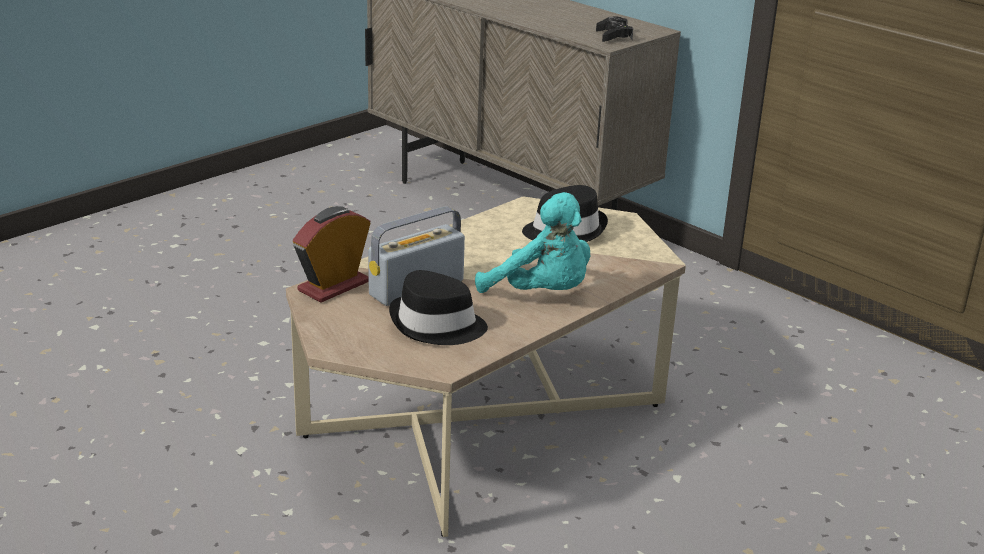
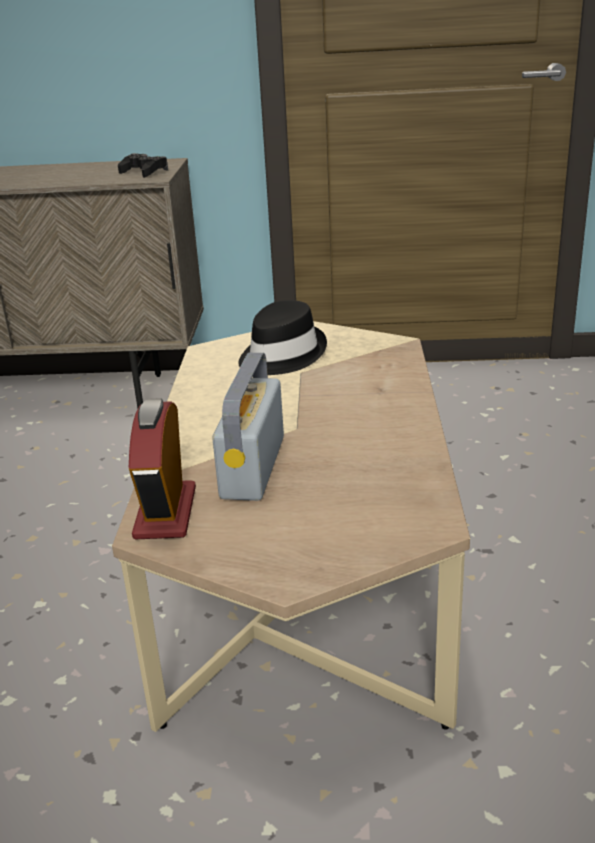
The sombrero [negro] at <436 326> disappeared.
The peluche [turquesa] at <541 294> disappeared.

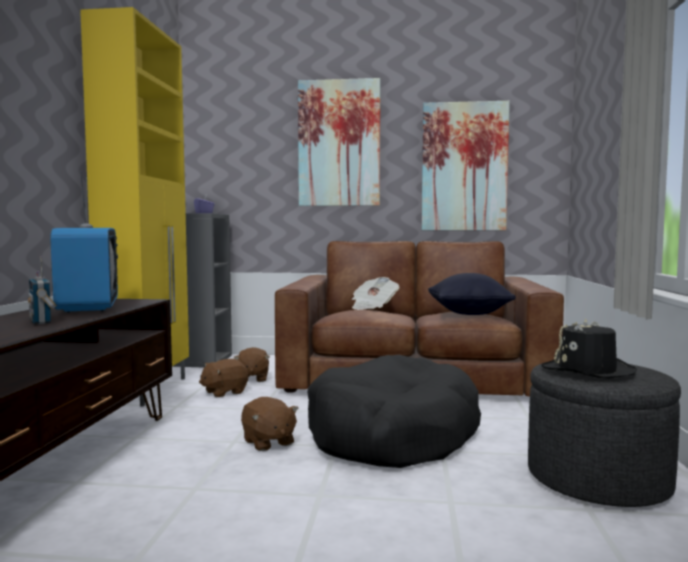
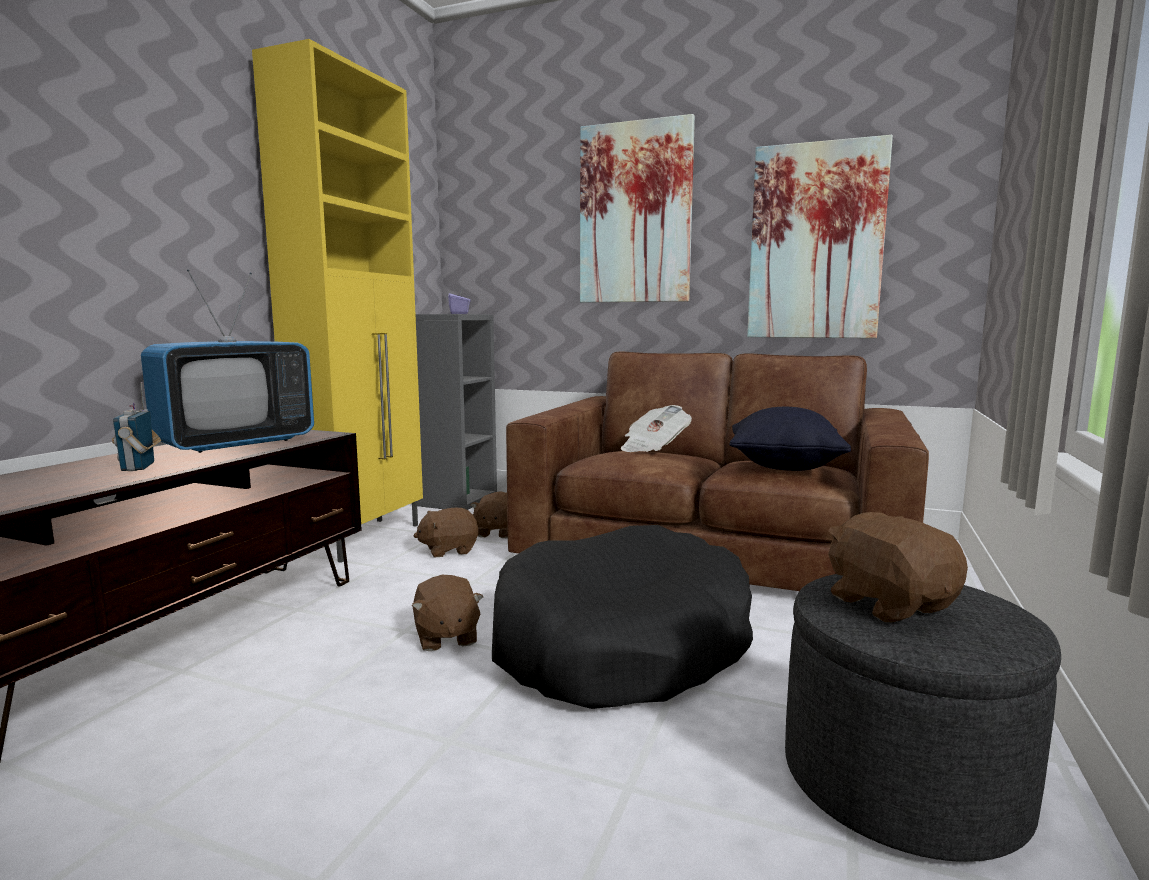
The televisor at <88 307> turned 45 degrees clockwise.
The sombrero [negro] at <587 370> was replaced by the peluche [marrón] at <889 604>.

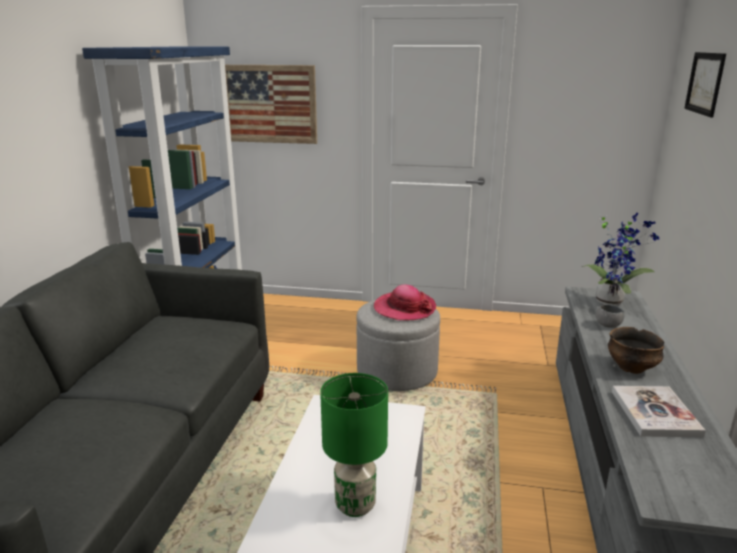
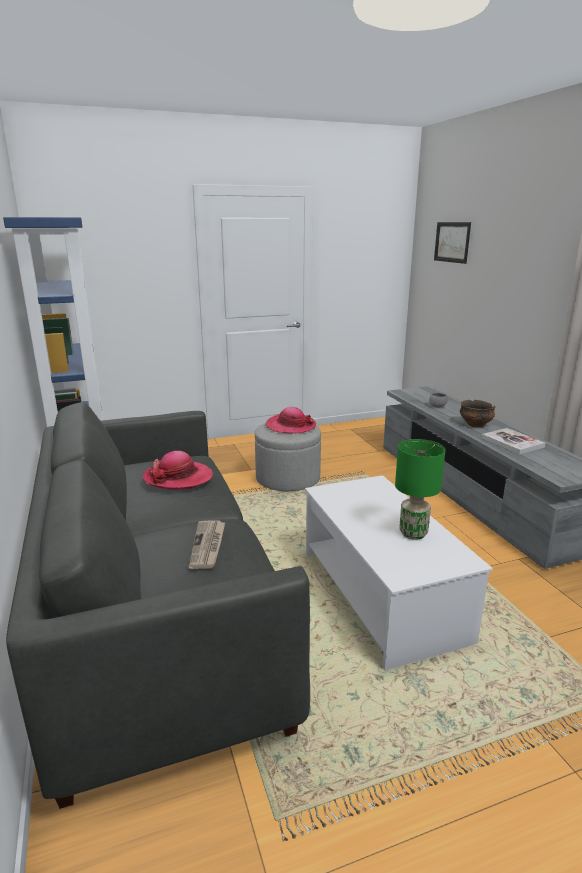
The sombrero at <178 478> appeared.
The periódico at <208 546> appeared.
The cuadro at <269 104> disappeared.
The planta en maceta at <611 301> disappeared.

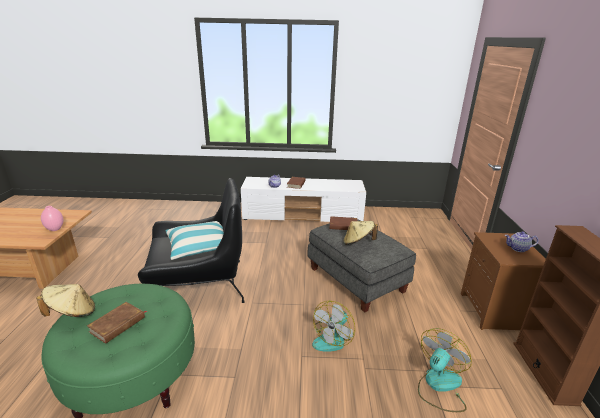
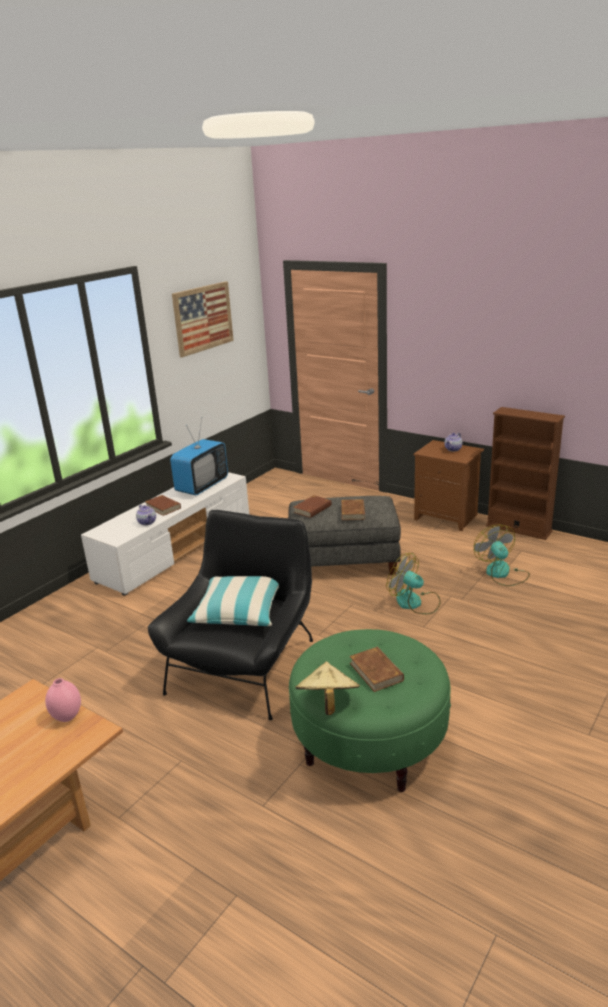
The televisor at <202 486> appeared.
The cuadro at <203 318> appeared.
The sombrero [beis] at <358 242> was replaced by the libro [marrón] at <353 512>.
The ventilador at <333 338> turned 150 degrees clockwise.

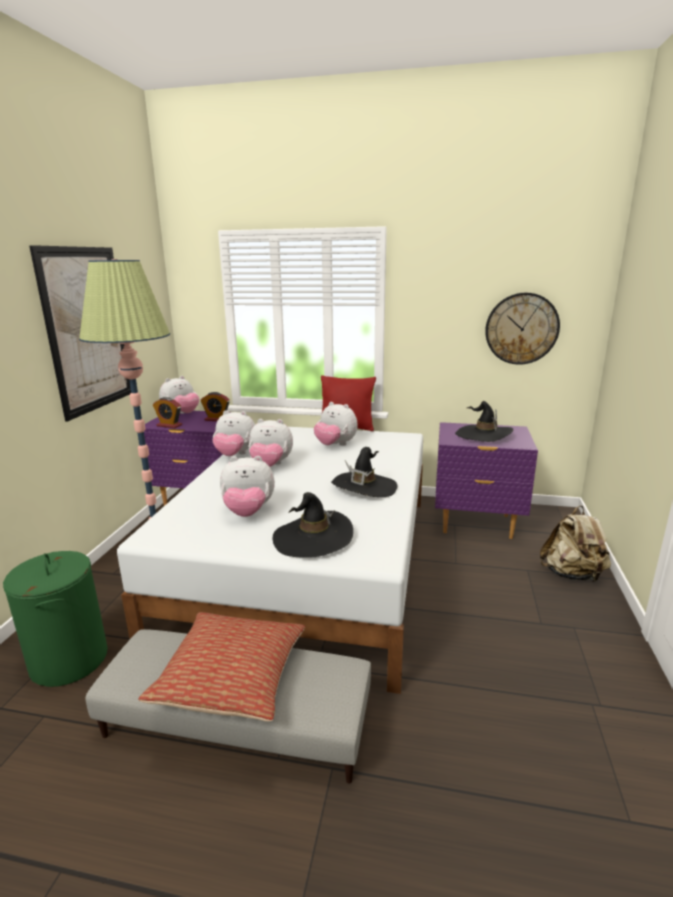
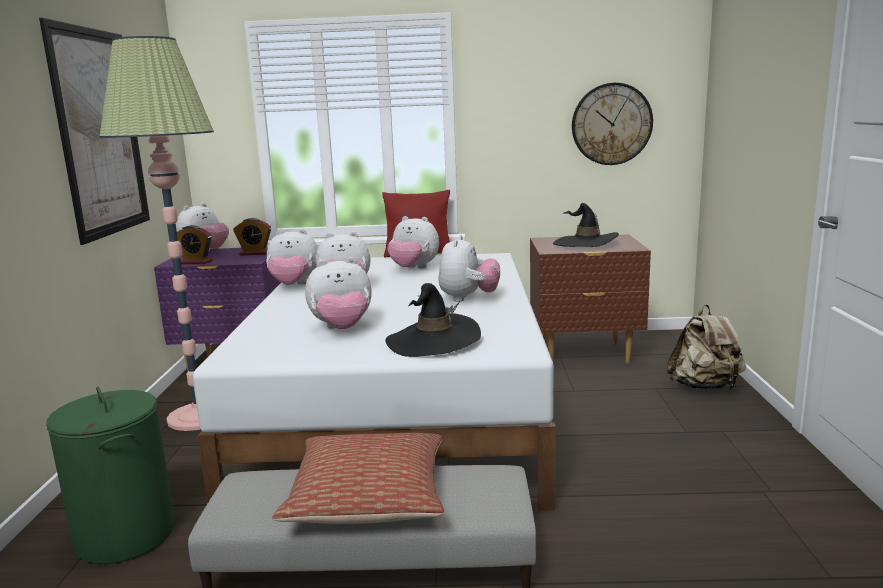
The sombrero [negro] at <364 487> was replaced by the peluche at <468 298>.
The mesita de noche [morado] at <476 524> became the mesita de noche [marrón] at <584 354>.

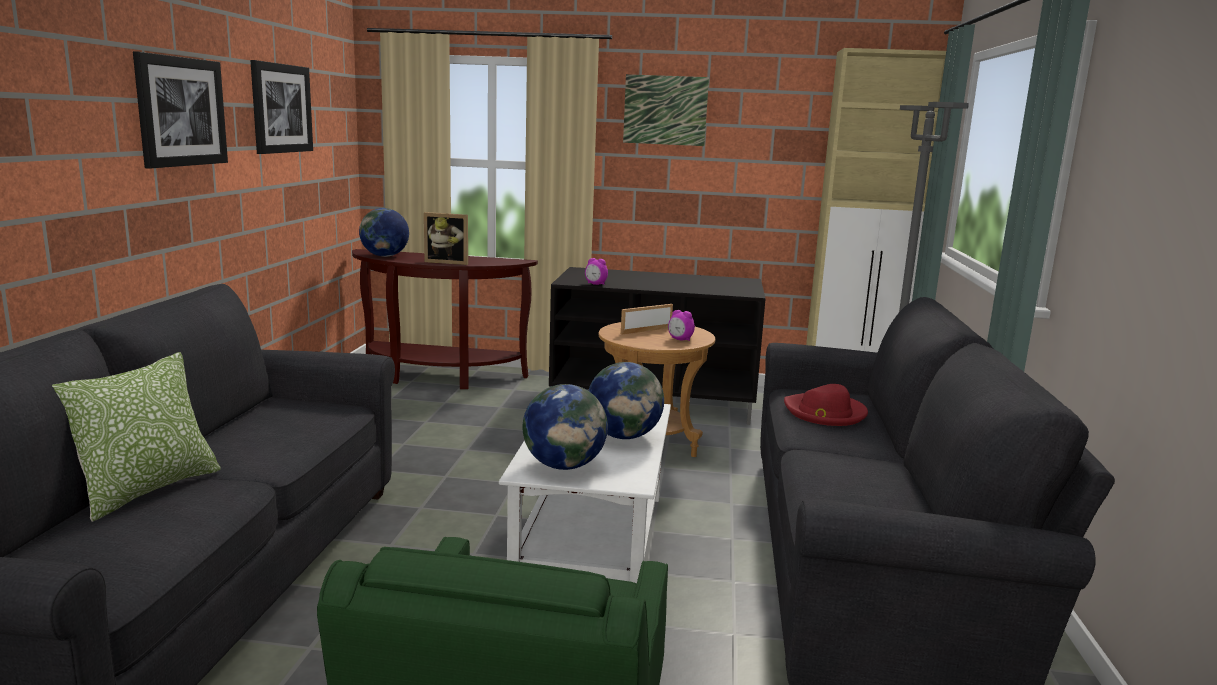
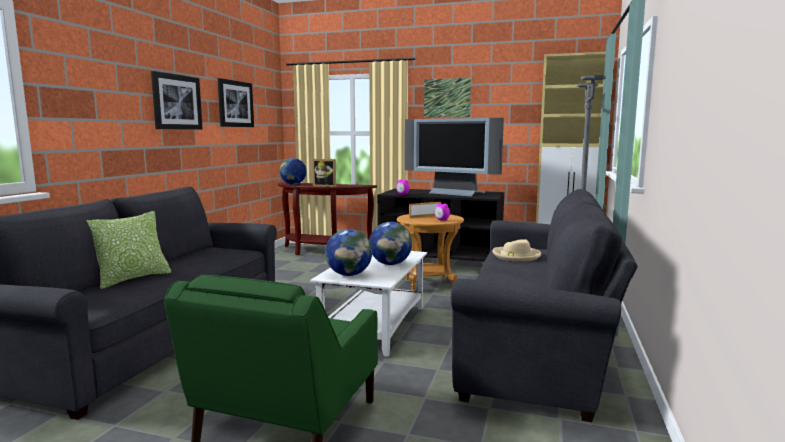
The televisor at <455 193> appeared.
The sombrero [rojo] at <825 413> became the sombrero [beis] at <516 256>.

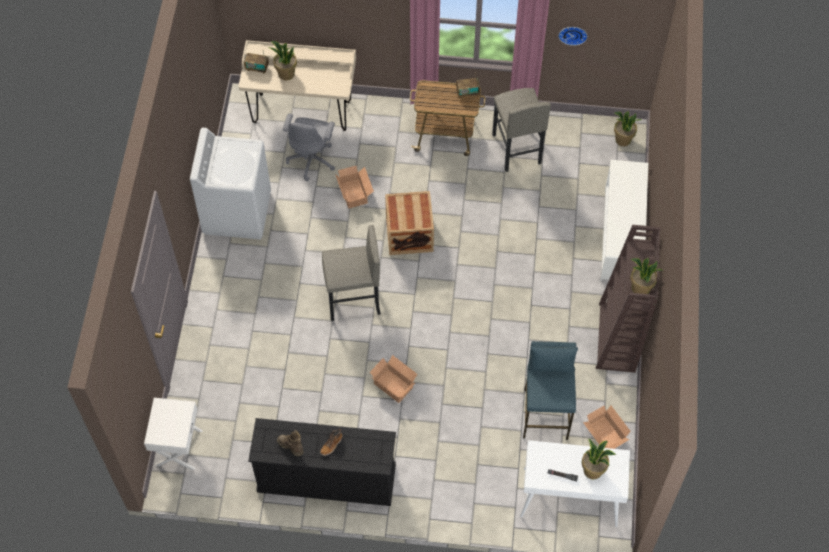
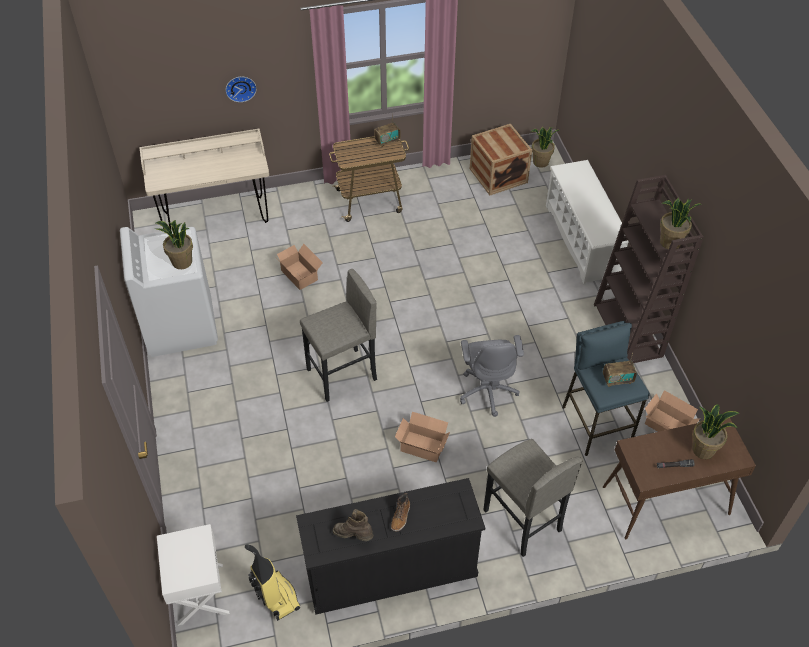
The planta en maceta moved from <286 74> to <182 262>.
The reloj de pared moved from <573 34> to <240 87>.
The aspiradora at <276 596> appeared.
The silla de oficina [gris] moved from <312 159> to <488 390>.
The caja de embalaje moved from <409 234> to <498 175>.
The taburete [gris] moved from <516 149> to <522 520>.
The radio moved from <257 68> to <617 380>.
The mesa consola [blanco] at <569 497> became the mesa consola [marrón] at <665 501>.

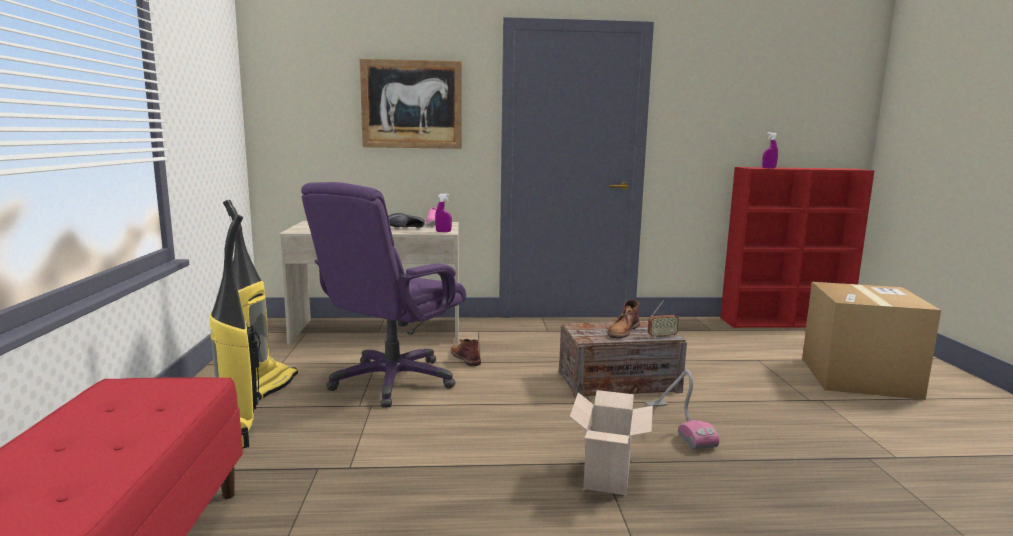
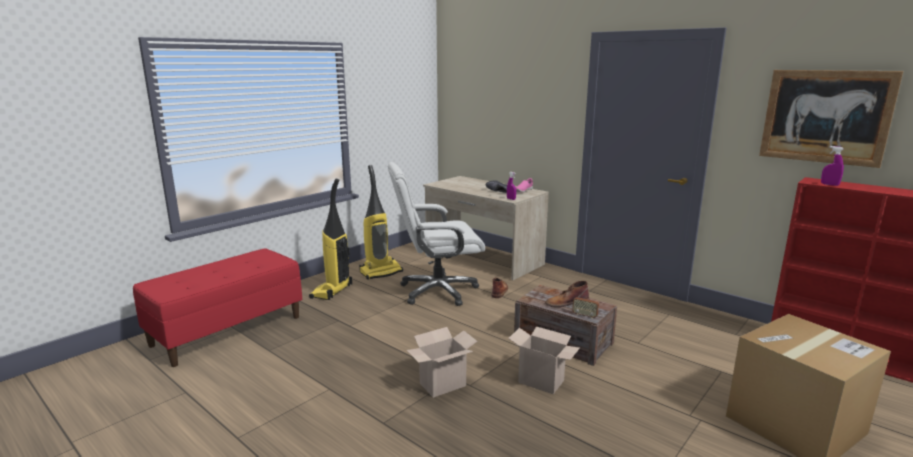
The silla de oficina [morado] at <392 381> became the silla de oficina [blanco] at <437 291>.
The aspiradora at <678 425> was replaced by the caja de cartón at <542 381>.
The cuadro moved from <411 104> to <825 116>.

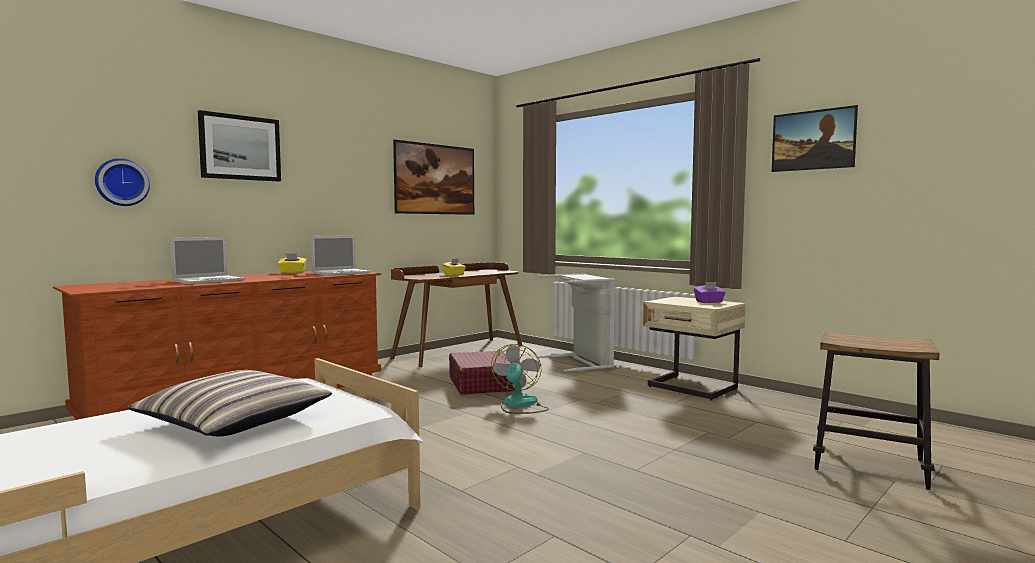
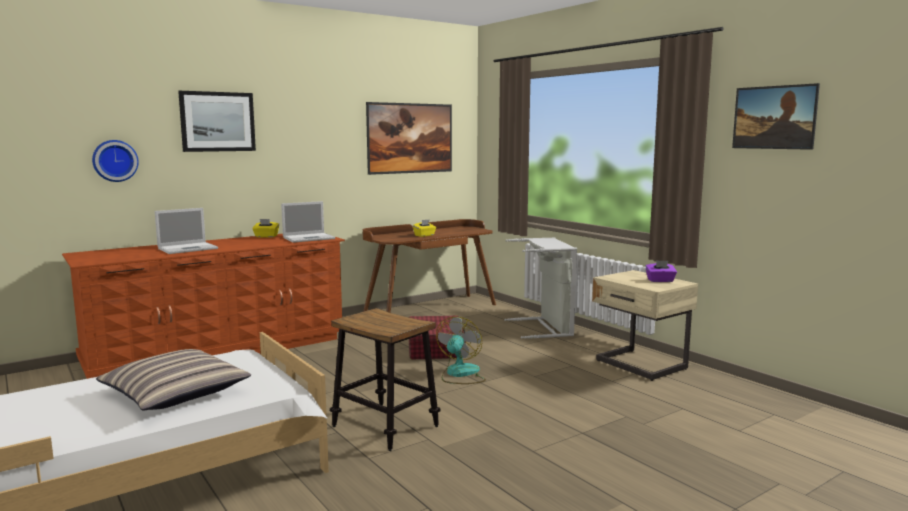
The taburete moved from <869 465> to <385 426>.

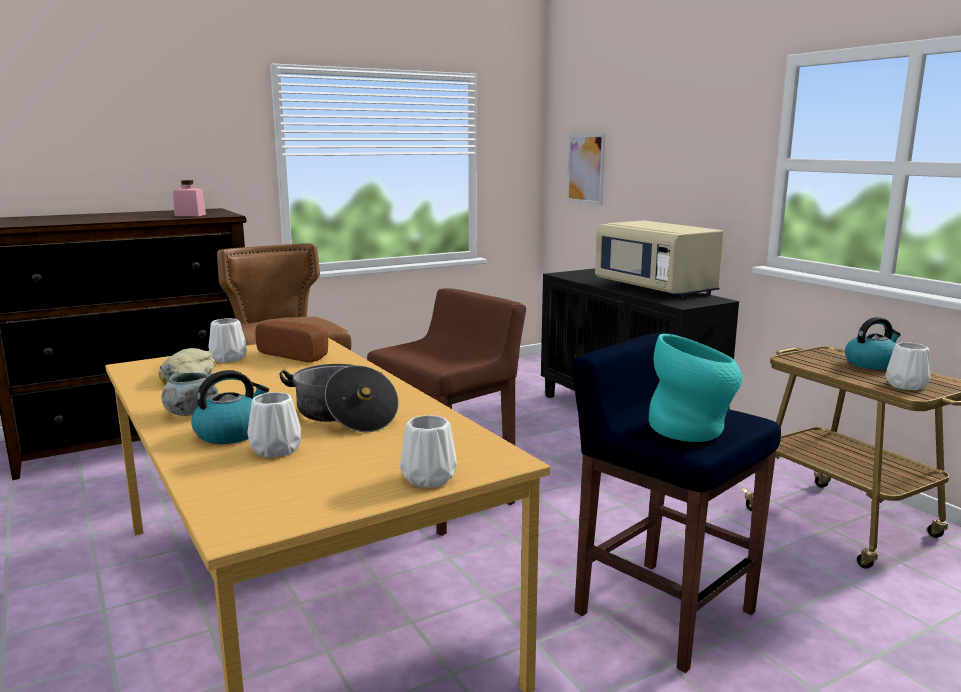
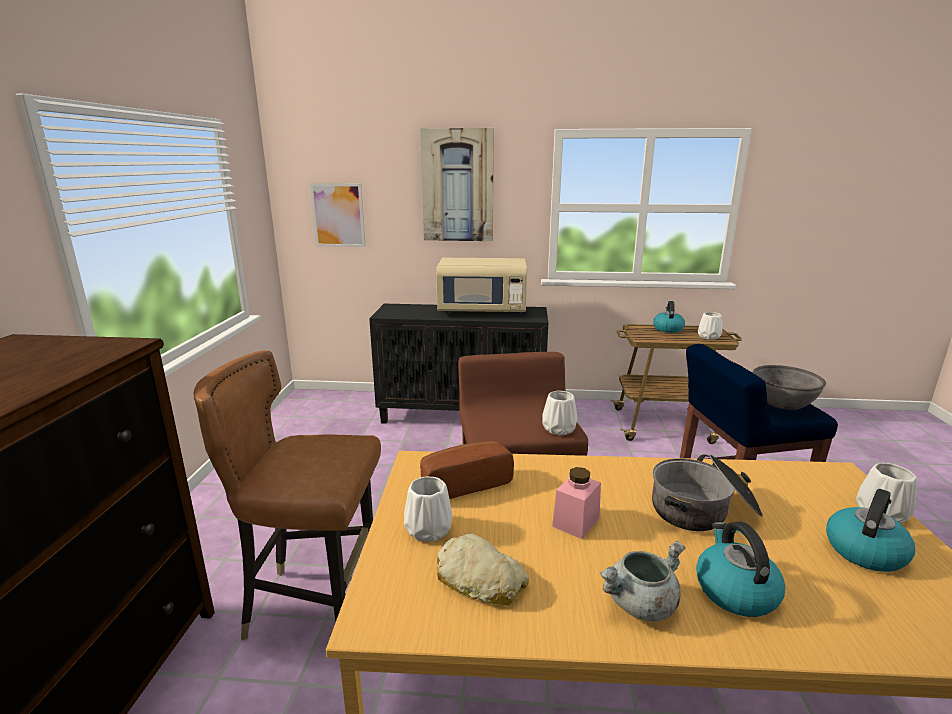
The cuadro at <458 186> appeared.
The florero [blanco] moved from <277 449> to <559 428>.
The tarro [rosa] moved from <190 215> to <576 522>.
The florero [turquesa] at <692 430> was replaced by the cuenco [gris] at <782 402>.
The hervidor at <864 550> appeared.

